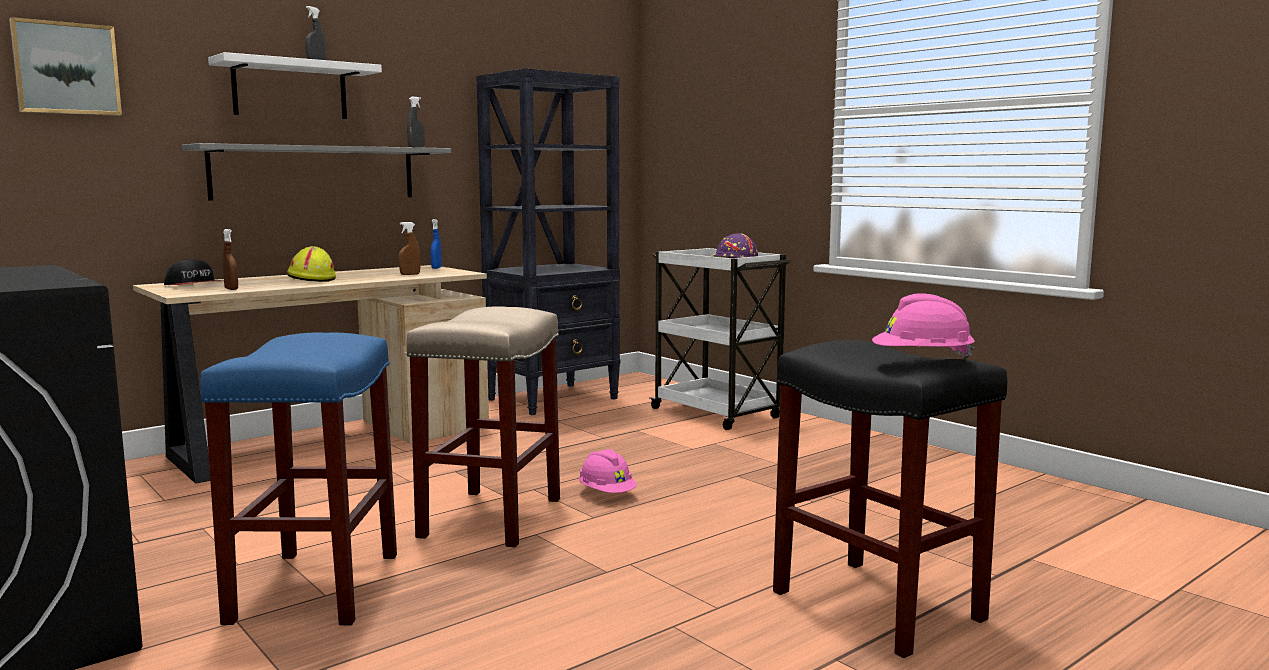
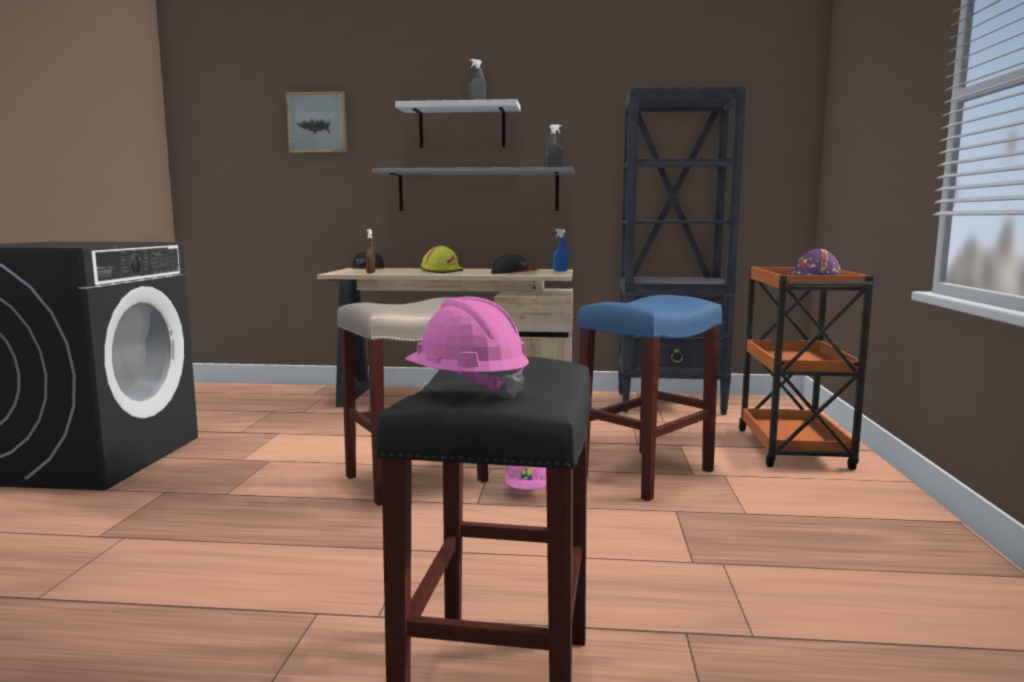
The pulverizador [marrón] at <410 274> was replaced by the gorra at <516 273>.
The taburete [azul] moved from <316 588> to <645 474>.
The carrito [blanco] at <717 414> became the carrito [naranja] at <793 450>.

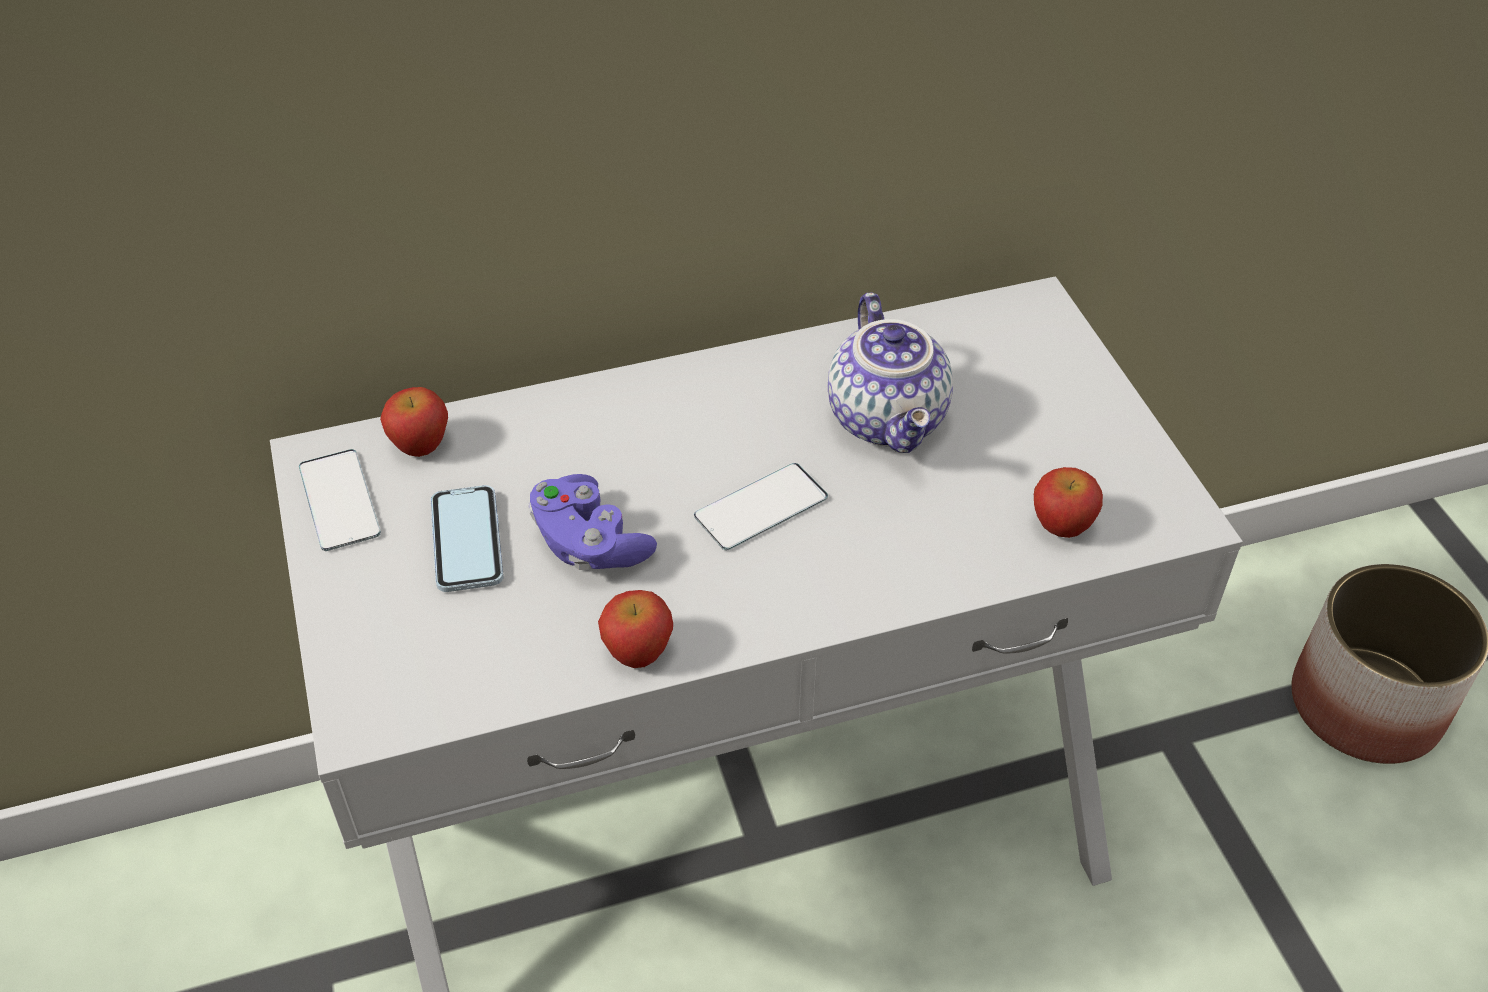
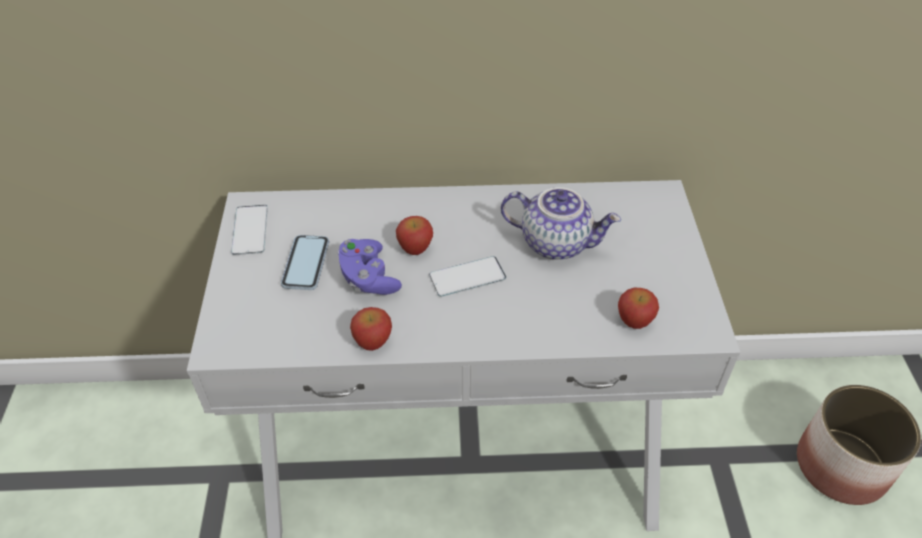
The manzana moved from <420 444> to <415 247>.
The tetera at <890 419> turned 75 degrees counterclockwise.

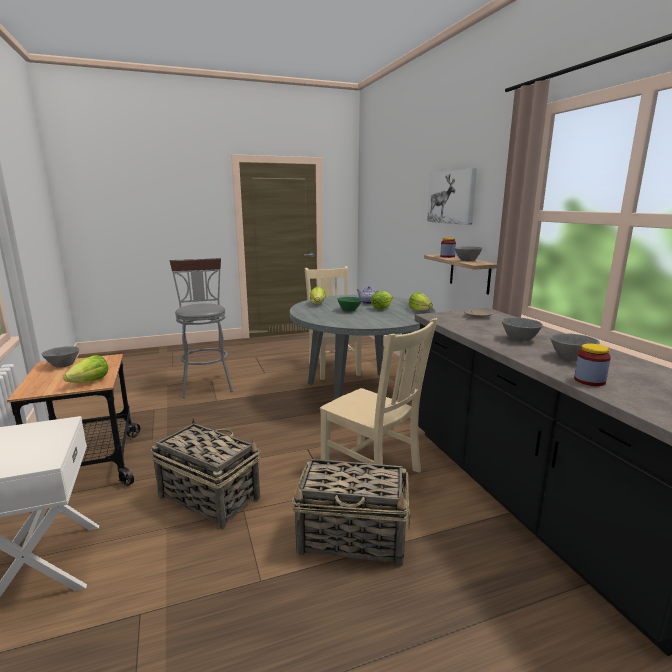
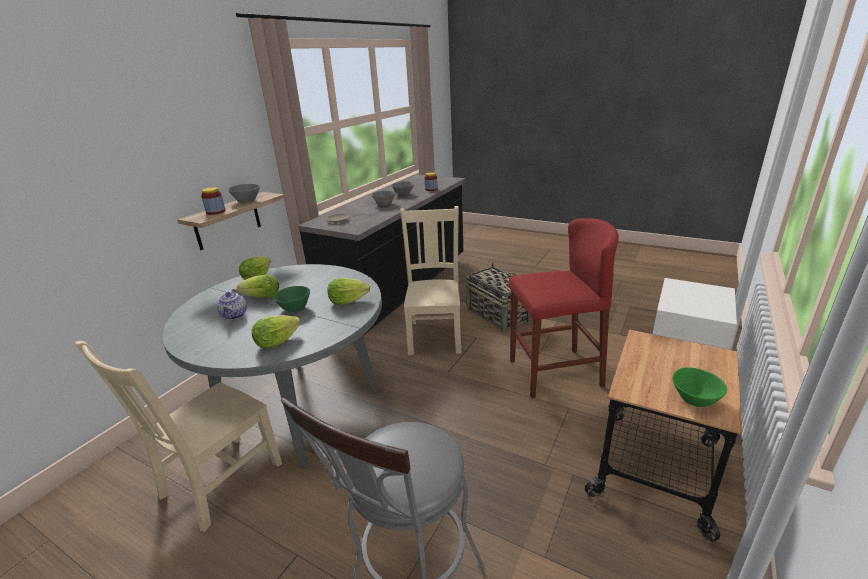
The lechuga moved from <90 382> to <347 301>.
The cesta at <208 497> was replaced by the taburete [rojo] at <554 372>.
The cuenco [gris] at <64 365> became the cuenco [verde] at <693 400>.
The cuadro at <452 197> disappeared.

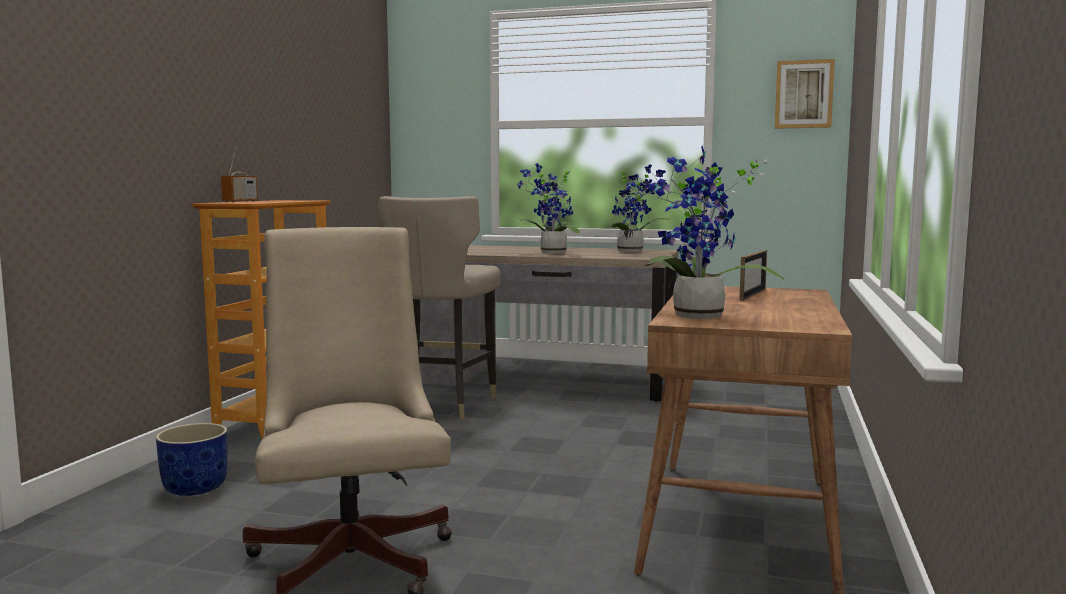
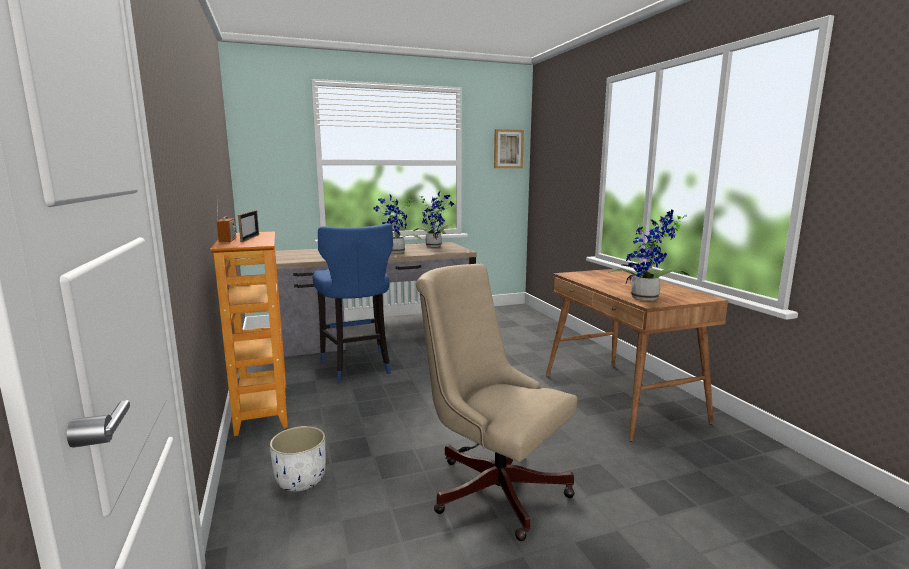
The portarretratos moved from <752 295> to <250 238>.
The maceta [azul] at <194 488> became the maceta [blanco] at <301 481>.
The taburete [beis] at <441 405> became the taburete [azul] at <357 366>.

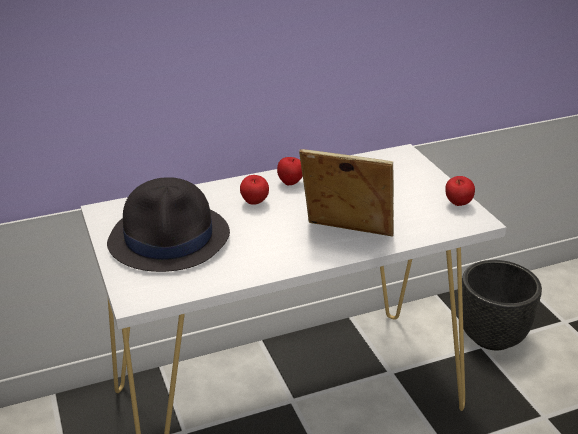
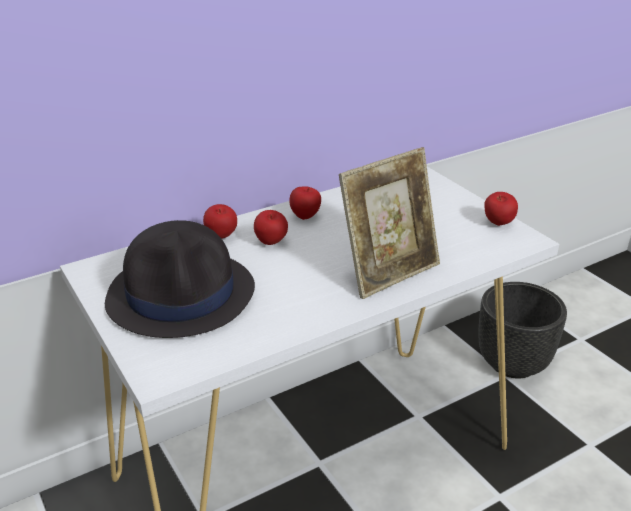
The manzana at <221 237> appeared.
The portarretratos at <346 237> turned 135 degrees clockwise.

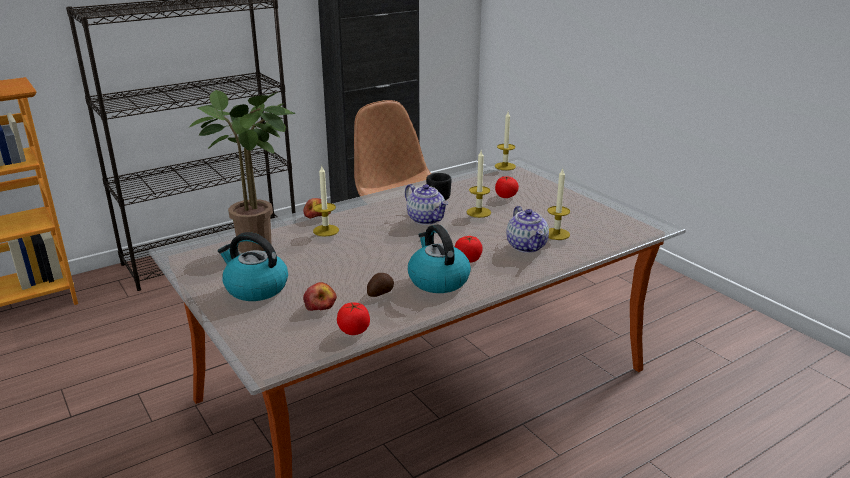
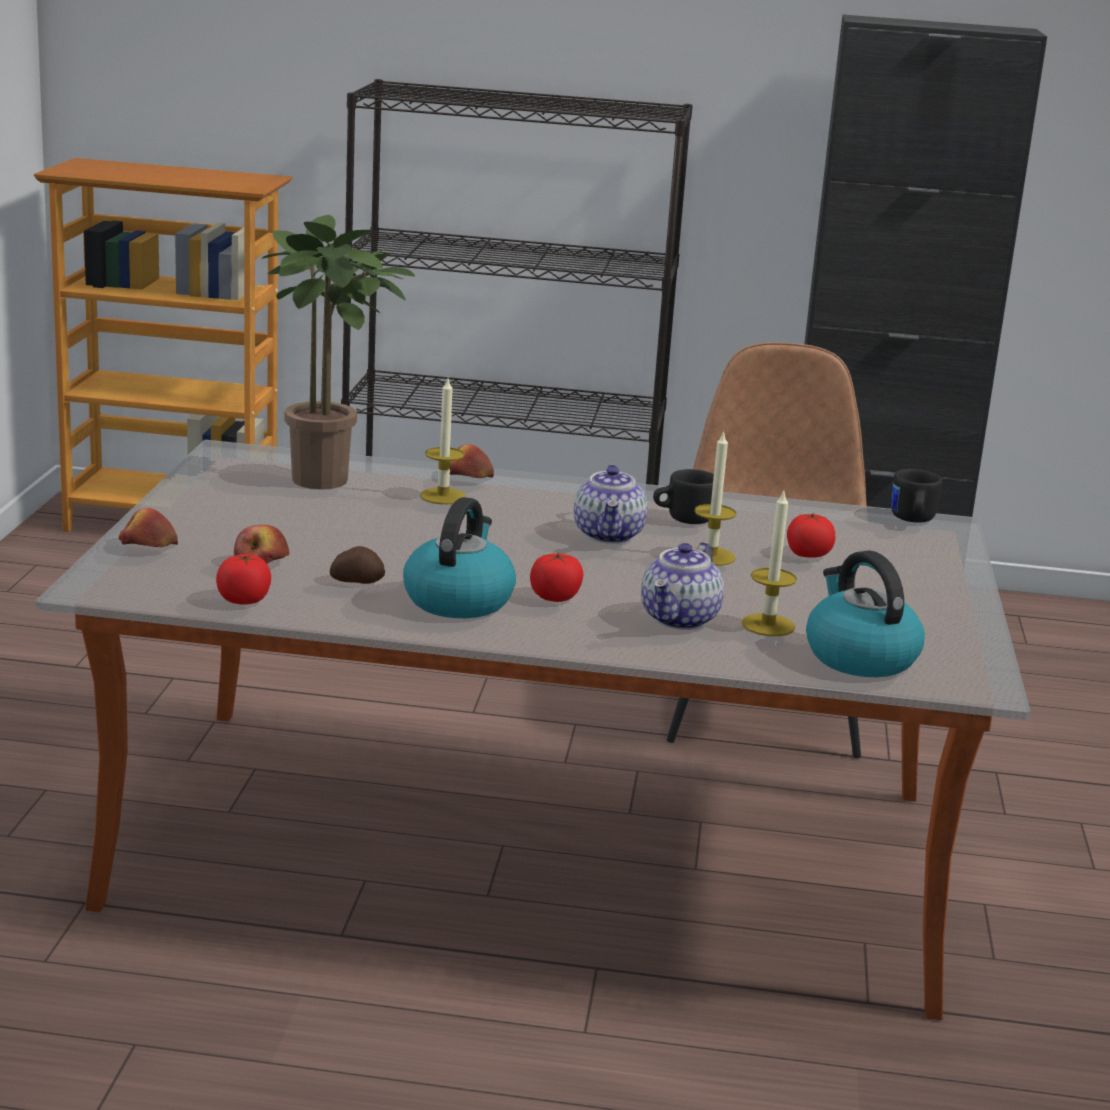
The manzana at <148 547> appeared.
The hervidor moved from <255 288> to <859 657>.
The vela at <505 166> was replaced by the taza grande [negro] at <912 520>.

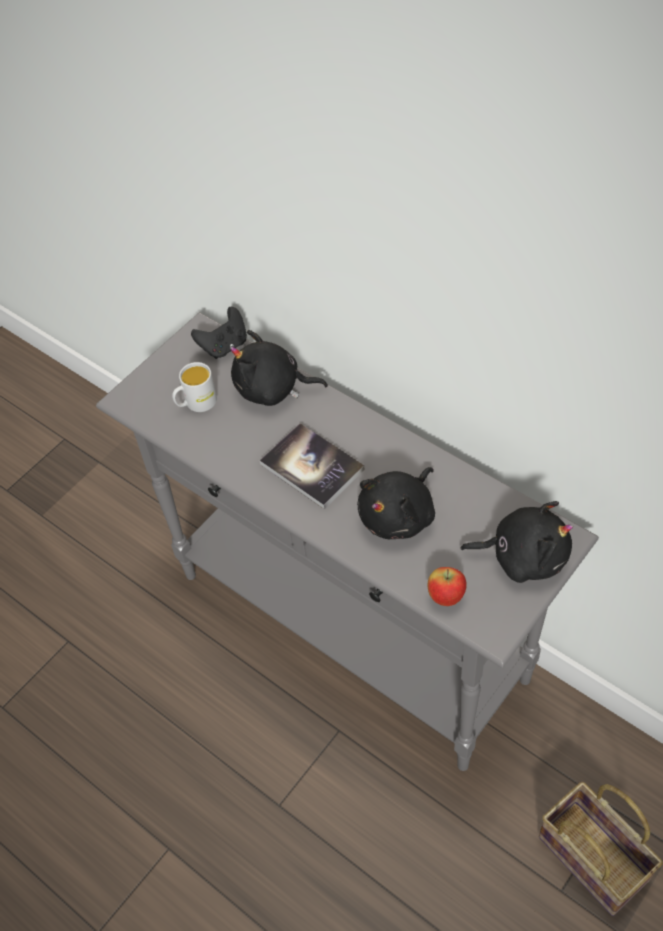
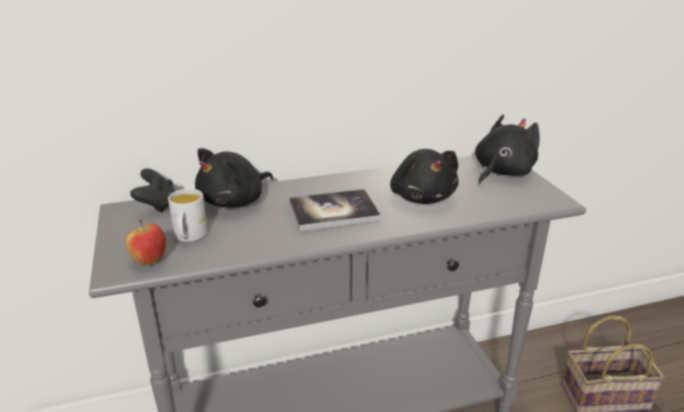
The manzana moved from <446 597> to <149 261>.

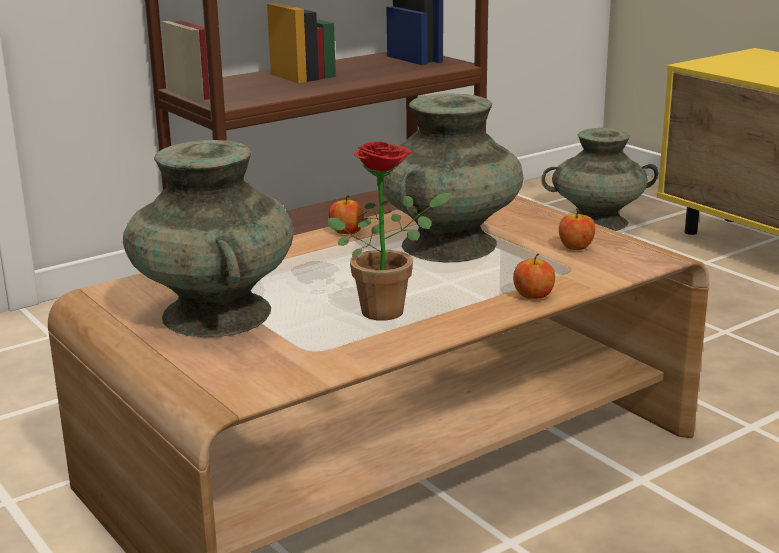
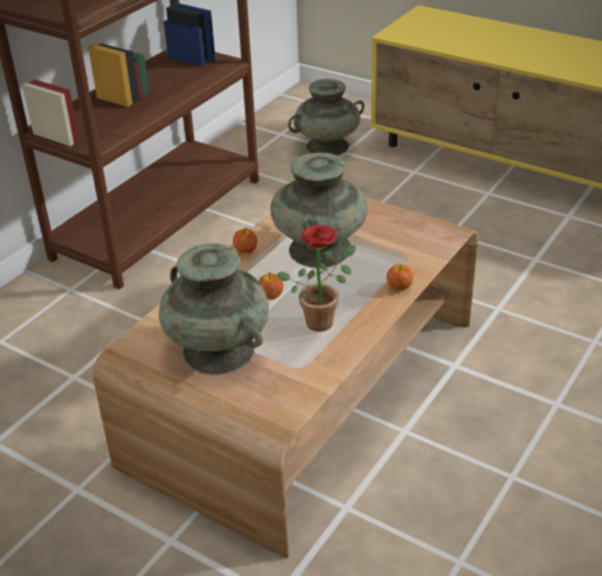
The manzana moved from <576 247> to <271 295>.

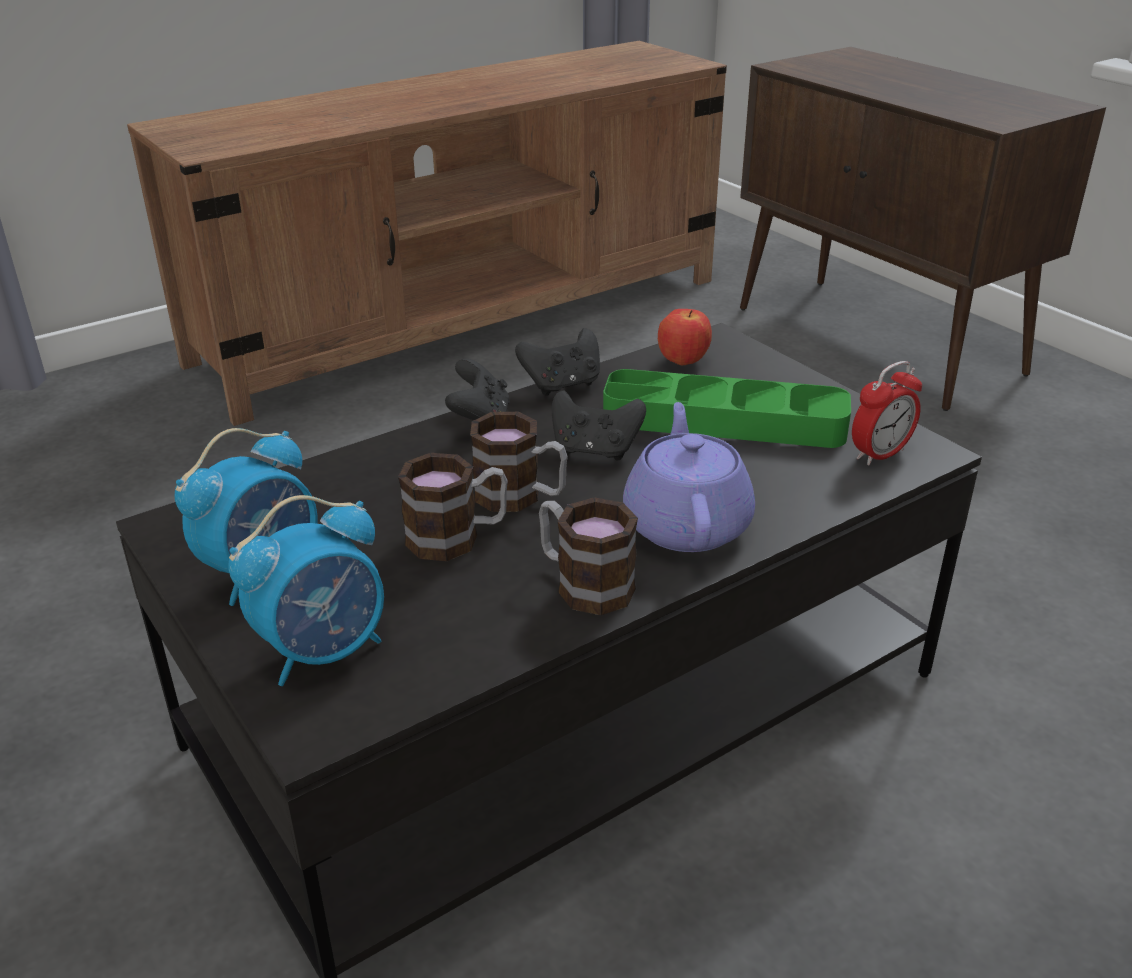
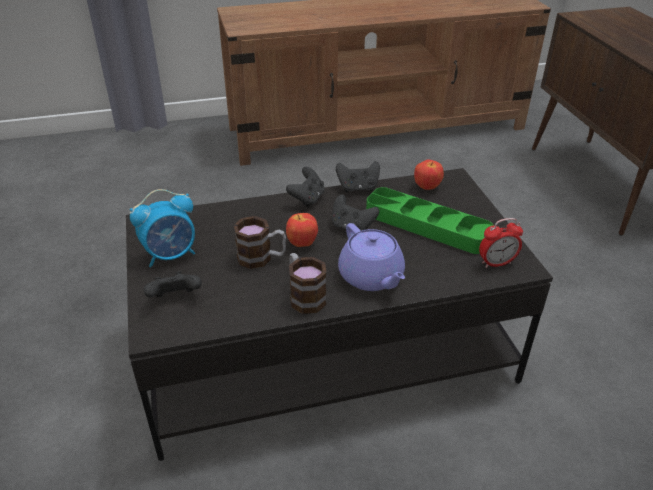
The despertador at <324 651> was replaced by the mando de consola [negro] at <175 298>.
The taza grande at <520 496> was replaced by the manzana at <302 244>.
The tetera [morado] at <686 523> turned 135 degrees clockwise.

